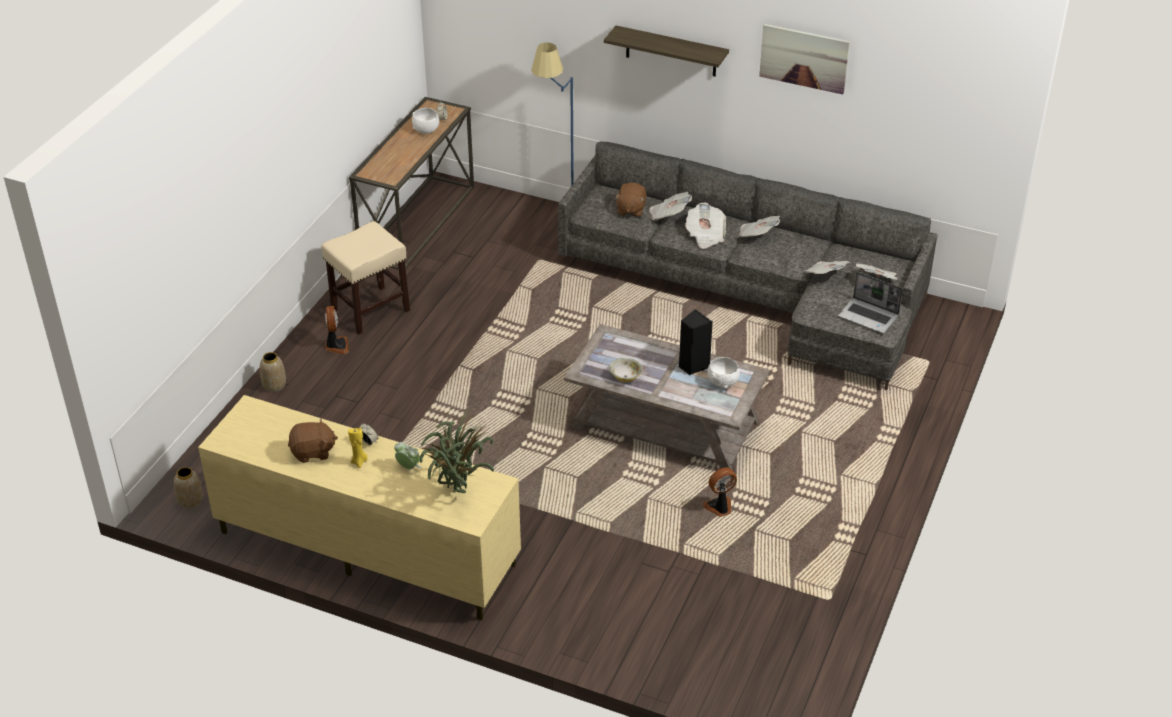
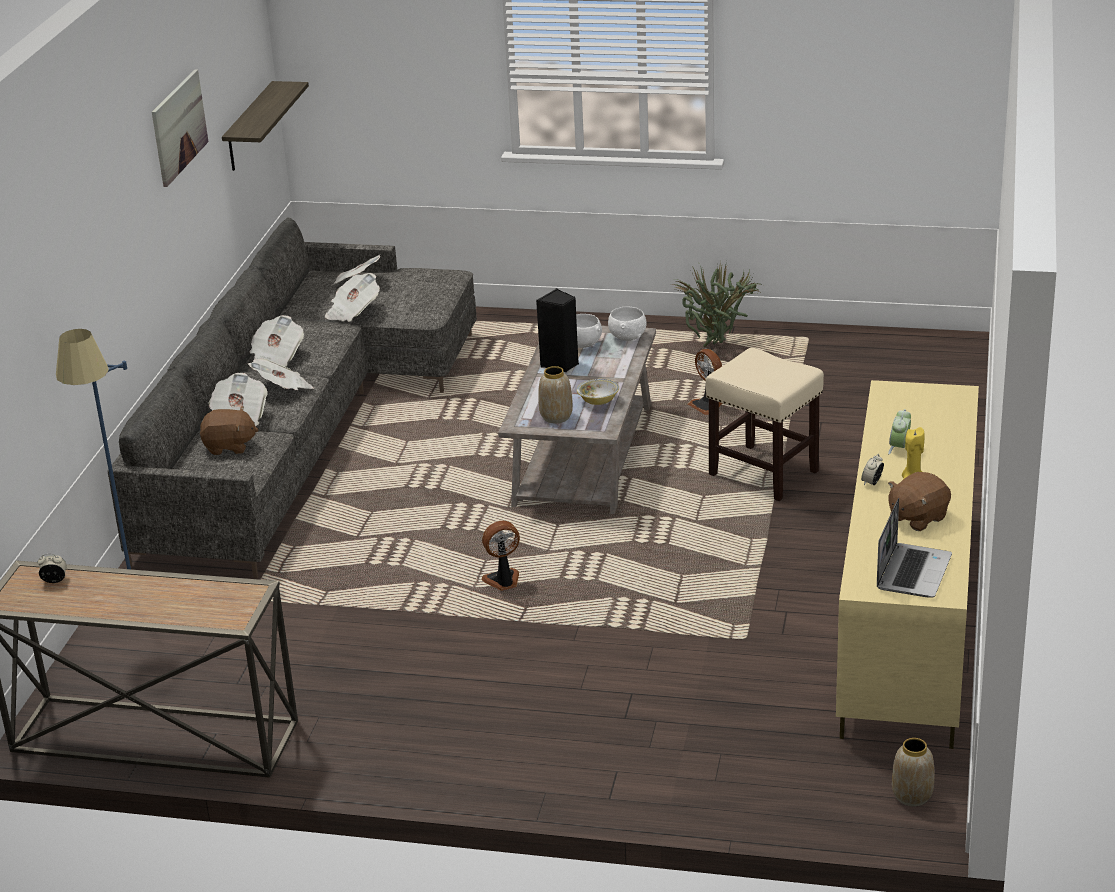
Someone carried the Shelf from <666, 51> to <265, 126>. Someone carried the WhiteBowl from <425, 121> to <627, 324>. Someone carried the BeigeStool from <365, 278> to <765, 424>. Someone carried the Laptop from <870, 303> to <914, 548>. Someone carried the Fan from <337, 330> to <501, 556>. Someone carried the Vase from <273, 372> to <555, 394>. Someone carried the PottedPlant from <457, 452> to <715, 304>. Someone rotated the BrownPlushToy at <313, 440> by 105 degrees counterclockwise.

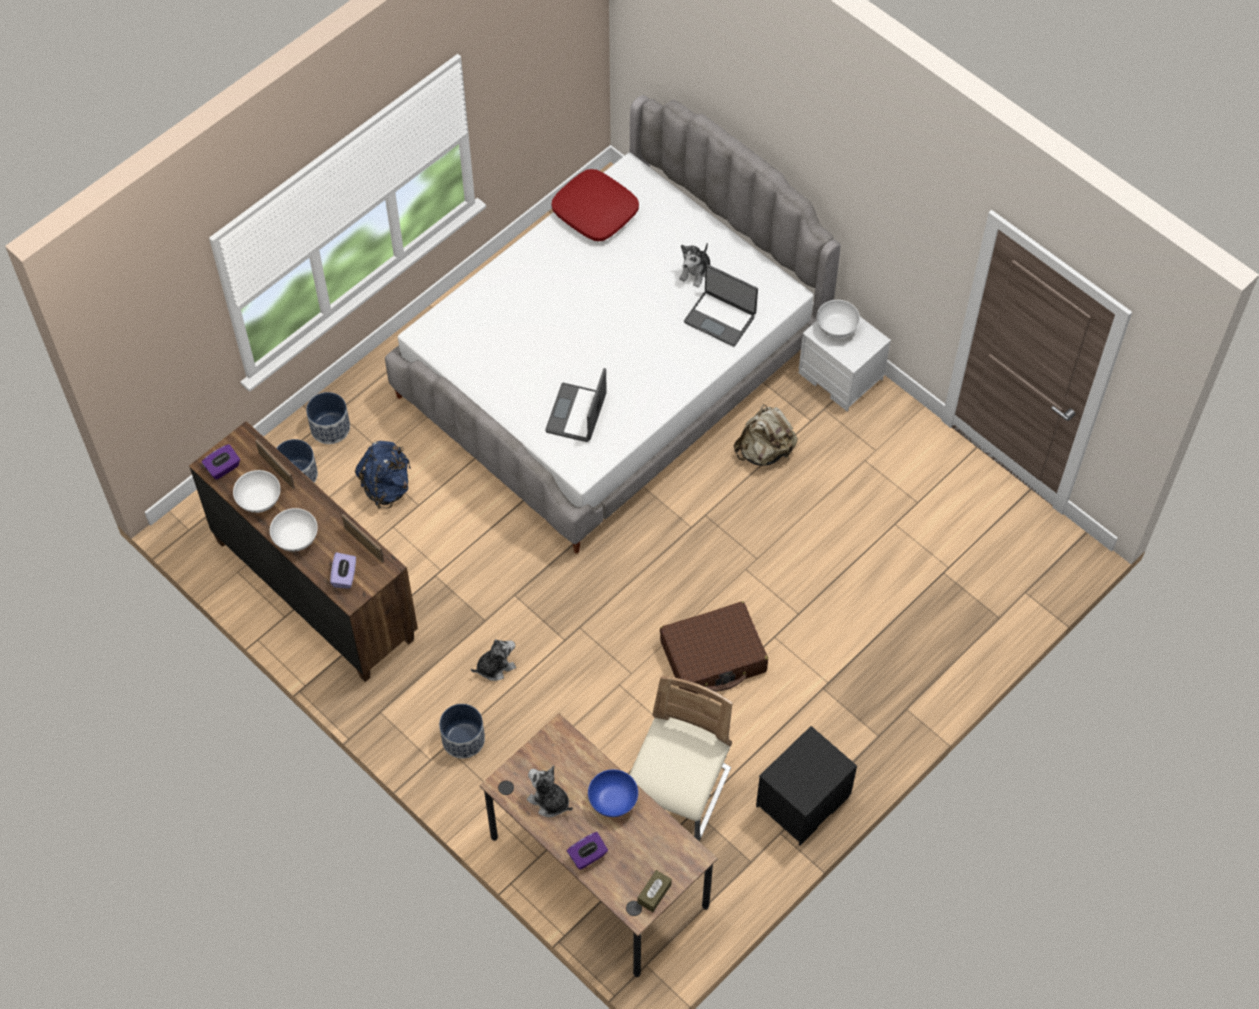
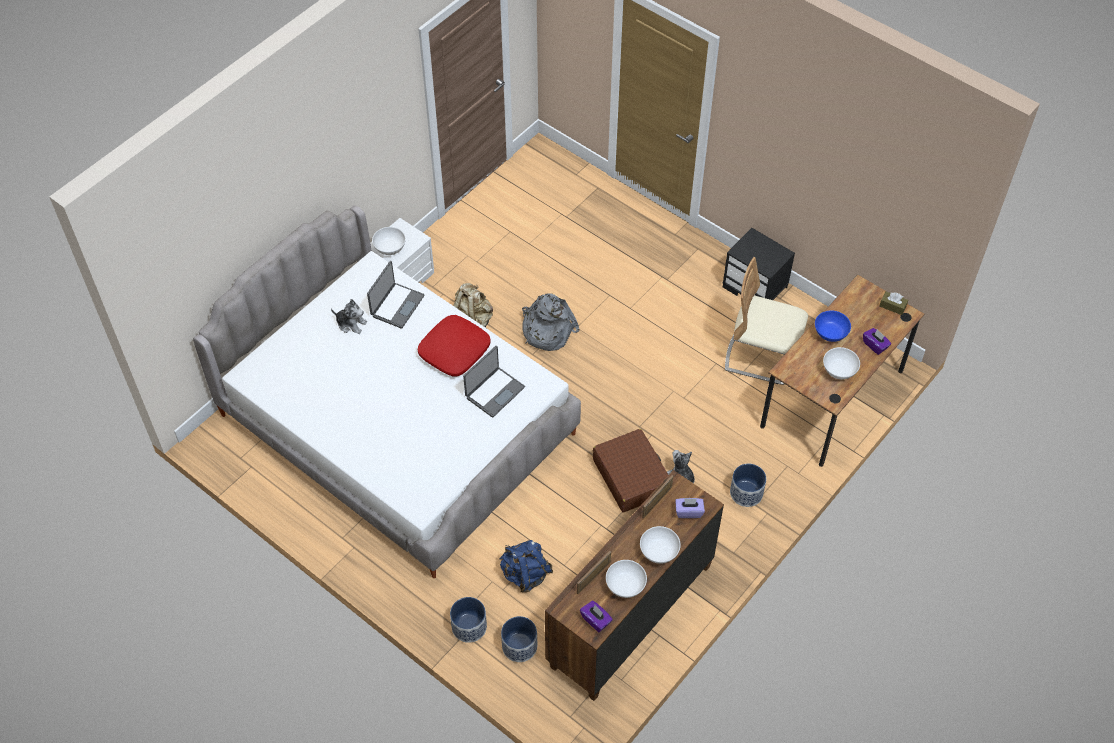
Someone carried the RedPillow from <595, 205> to <454, 345>. Someone rotated the Laptop at <576, 405> by 60 degrees counterclockwise. Someone carried the BrownSuitcase from <714, 647> to <630, 470>. Someone swapped the PlushToy at <550, 791> for the WhiteBowl at <841, 363>. Someone put down the GreyBackpack at <551, 322>.

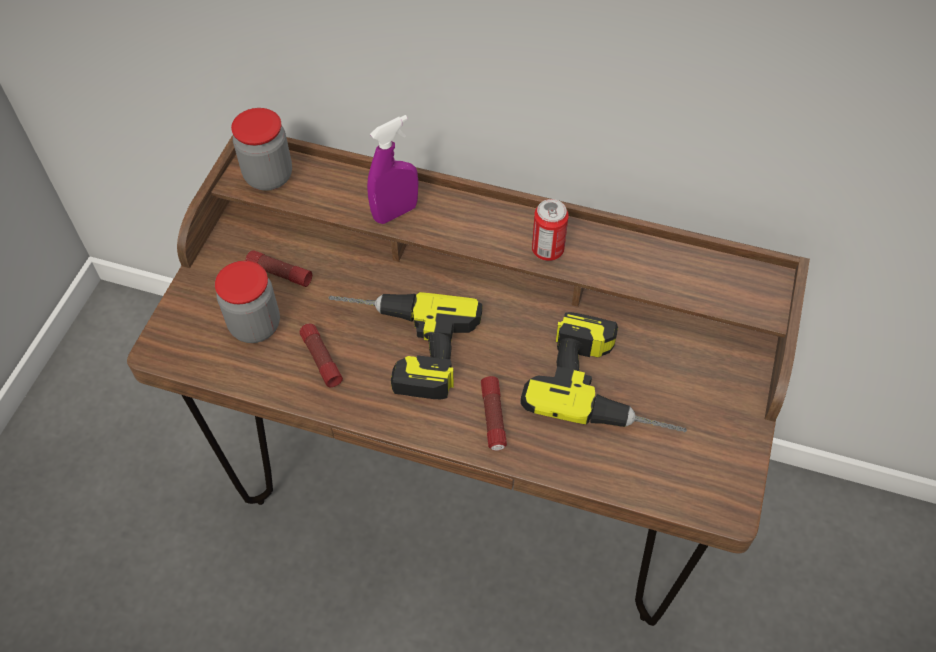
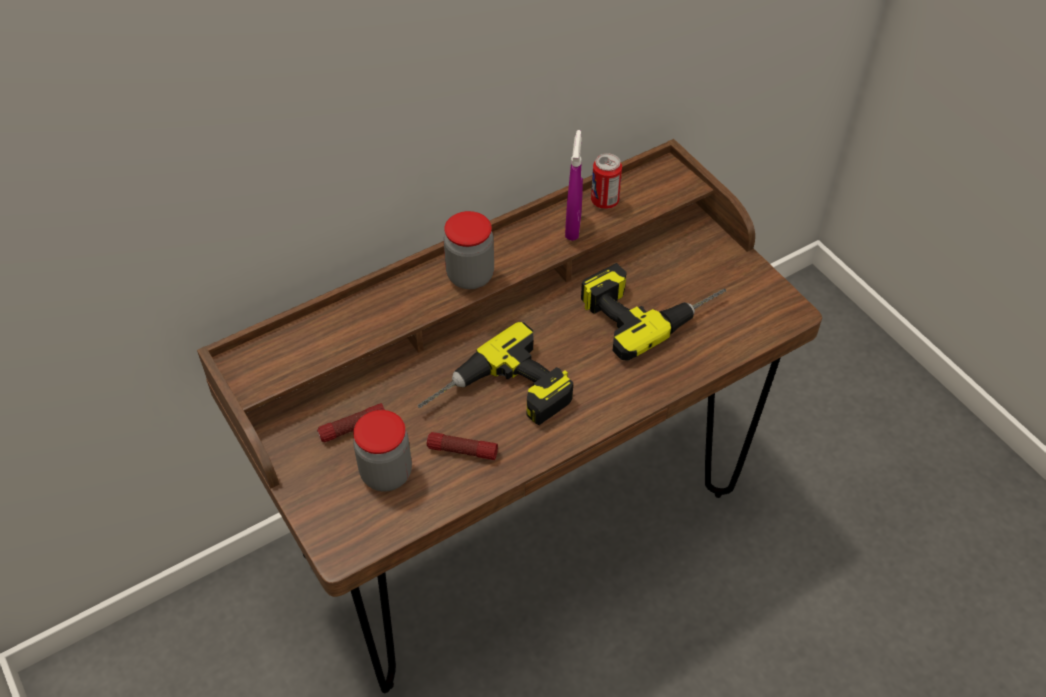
Someone carried the Jar from <261, 149> to <469, 250>. Someone carried the PurpleSprayBottle from <392, 169> to <574, 185>. Someone carried the Can from <550, 230> to <606, 181>. Someone took away the Flashlight at <494, 413>.

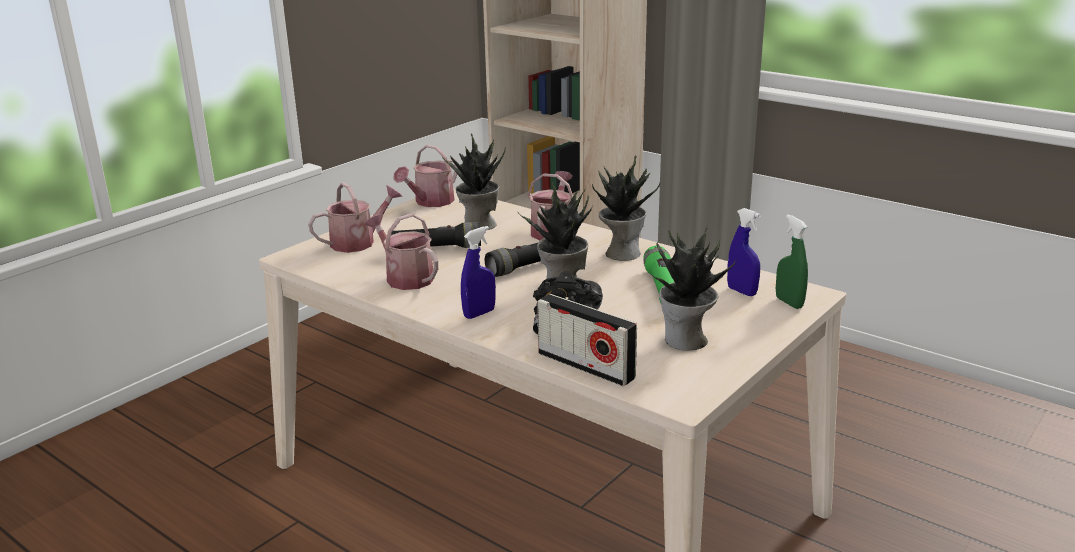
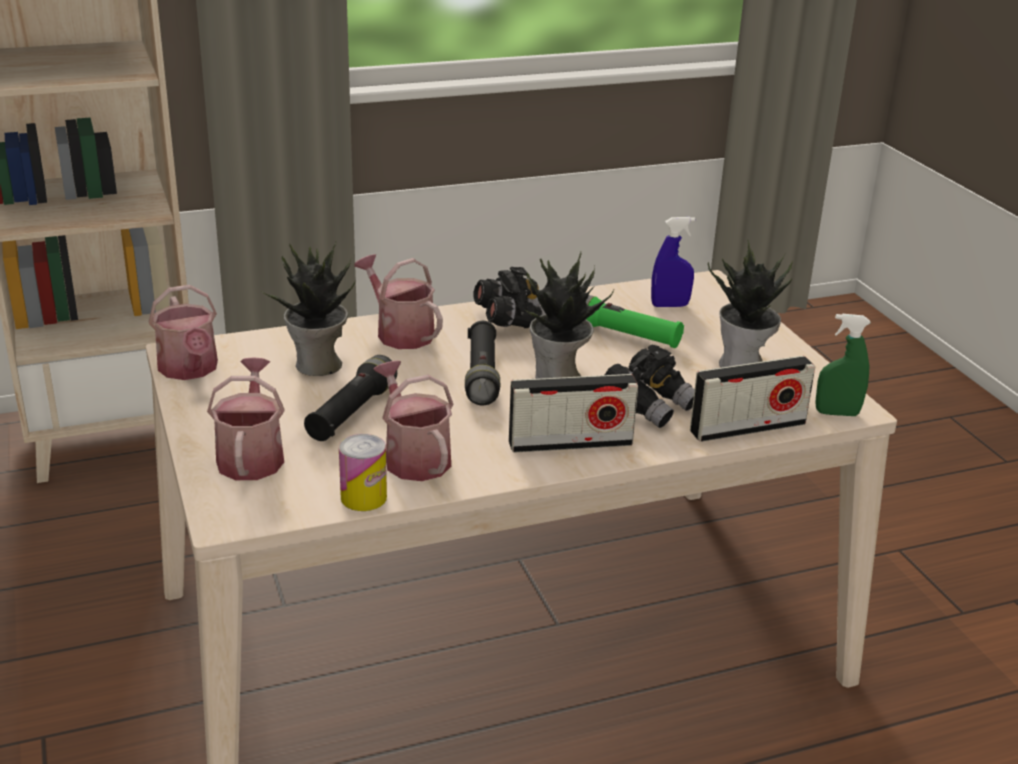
Someone swapped the PottedPlant at <626, 208> for the BlackBinoculars at <509, 297>. Someone rotated the WateringCan at <401, 251> by 75 degrees clockwise. Someone carried the GreenSprayBottle from <792, 262> to <843, 365>. Someone swapped the BlueSprayBottle at <478, 272> for the Radio at <573, 413>. Someone put down the Can at <363, 472>.

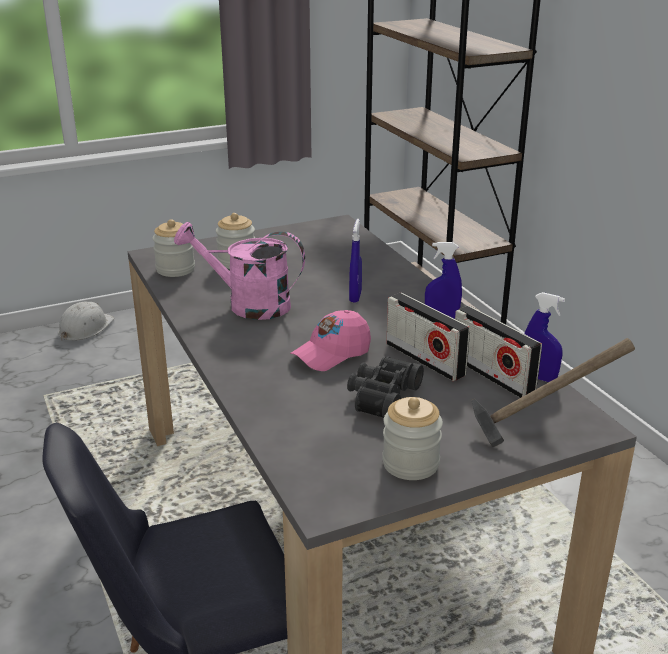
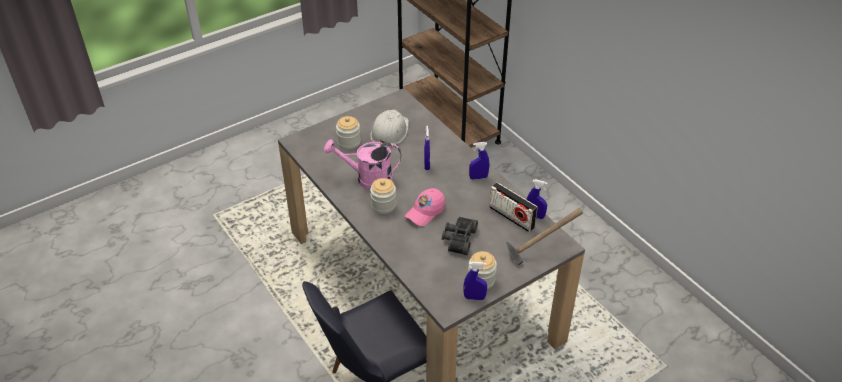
Someone carried the Jar from <173, 248> to <383, 196>. Someone took away the Radio at <428, 337>. Someone carried the WhiteHardHat from <86, 321> to <389, 127>. Someone put down the BlueSprayBottle at <475, 281>.

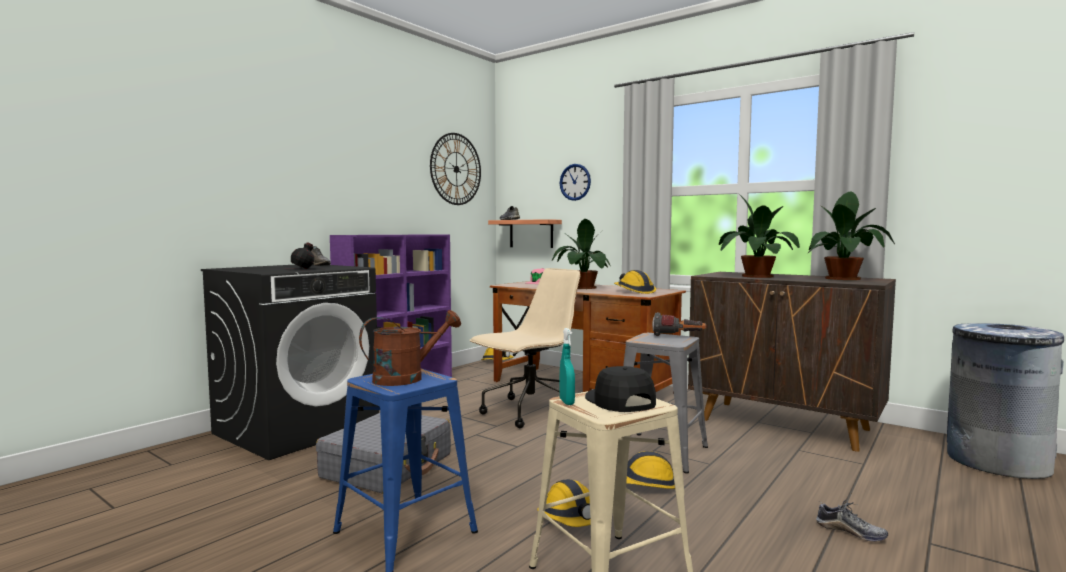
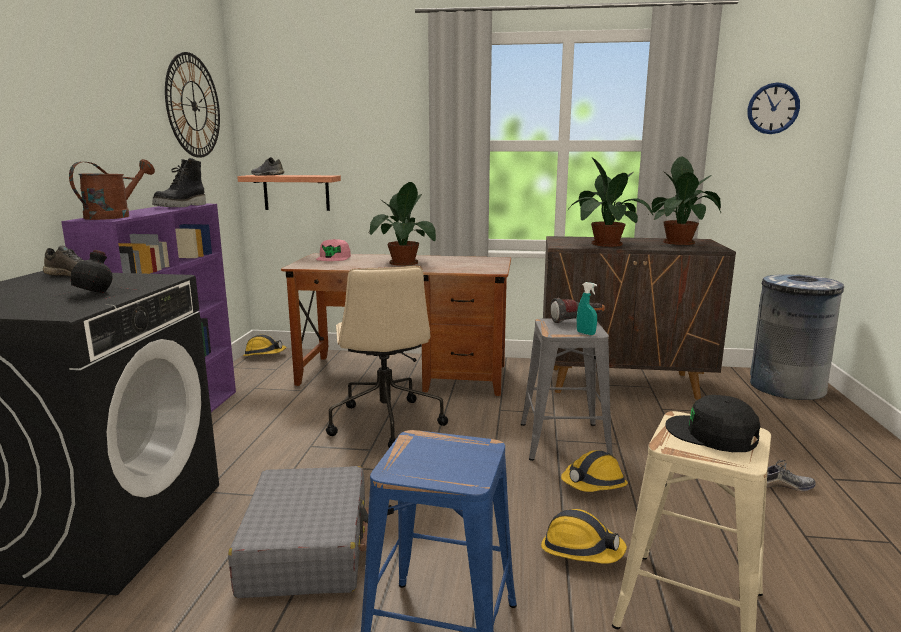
Someone carried the WallClock from <575, 182> to <773, 108>. Someone rotated the BeigeOfficeChair at <525, 348> by 150 degrees clockwise. Someone took away the HardHat at <635, 282>. Someone carried the BrownWateringCan from <410, 348> to <112, 189>. Someone carried the TurquoiseSprayBottle from <567, 366> to <587, 308>. Someone put down the BlackBoot at <179, 182>.

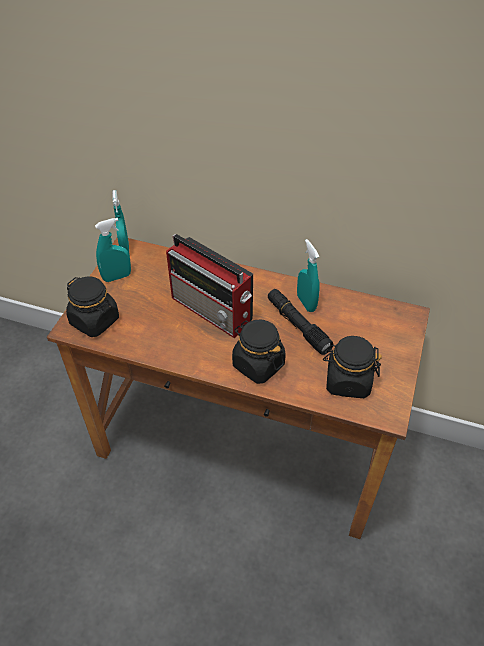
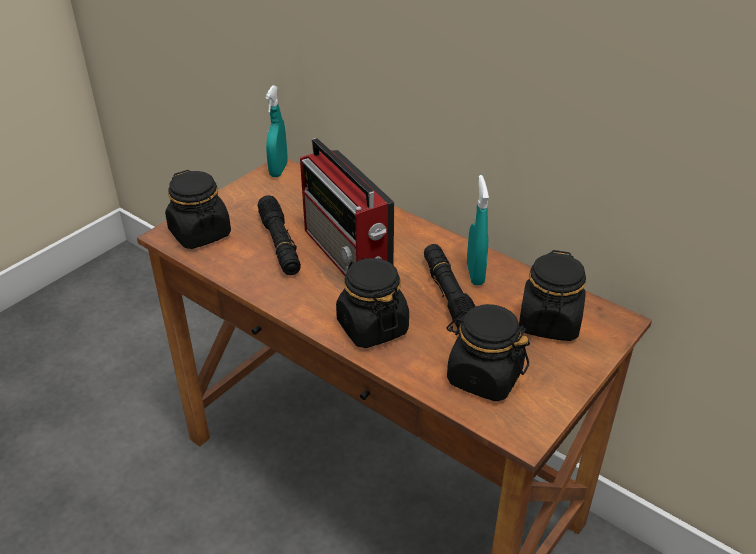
Someone took away the TurquoiseSprayBottle at <113, 250>. Someone put down the BlackFlashlight at <279, 235>. Someone put down the BlackJar at <552, 295>.

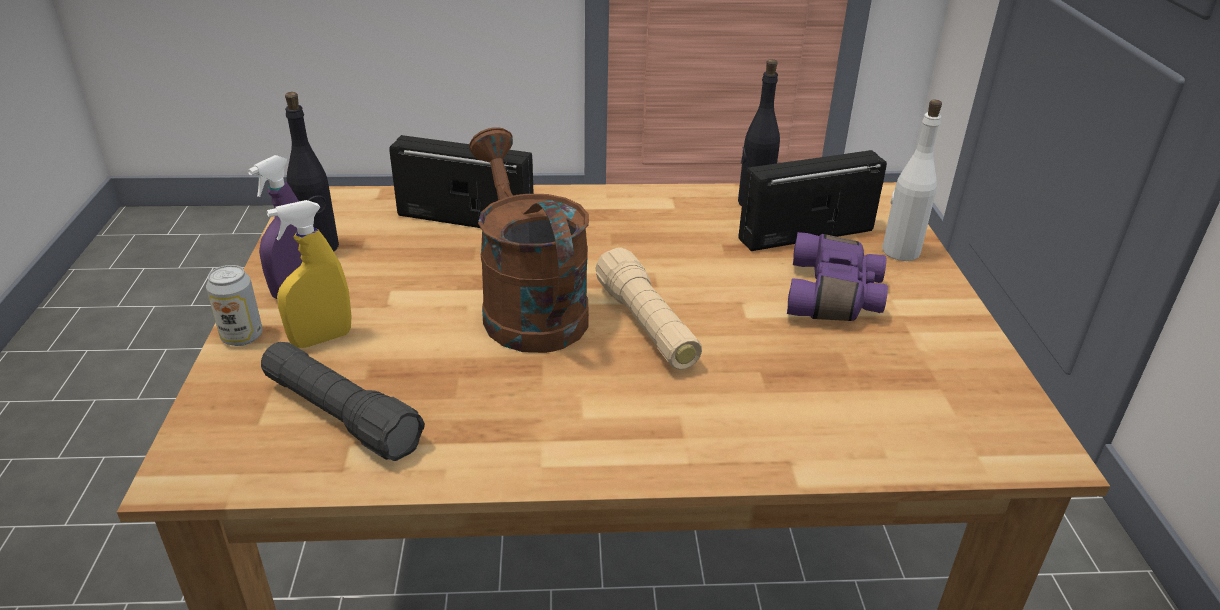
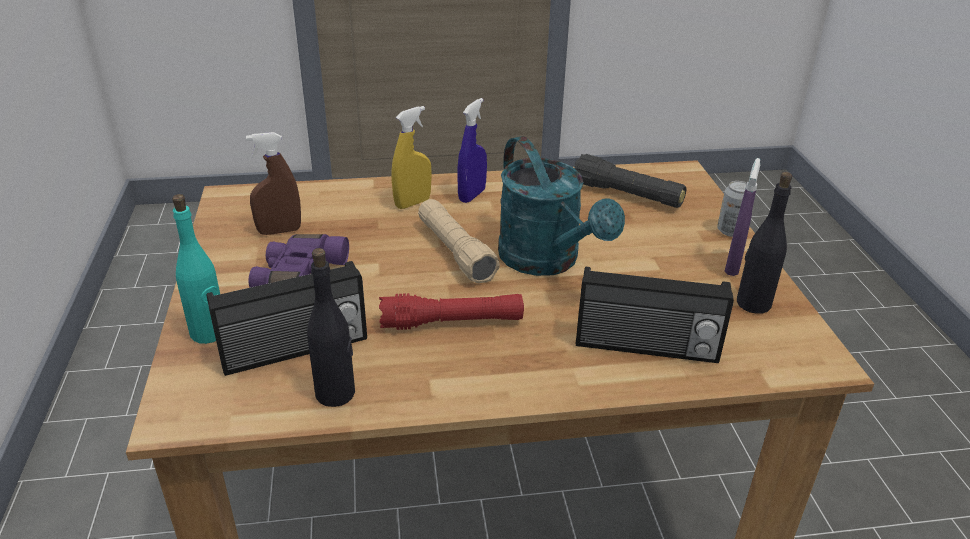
Someone repainted the WhiteBottle at <912, 180>, which became the TurquoiseBottle at <196, 269>. Someone repainted the BrownWateringCan at <529, 240>, which became the TurquoiseWateringCan at <561, 206>. Someone carried the YellowSprayBottle from <309, 274> to <412, 157>. Someone put down the BlueSprayBottle at <472, 150>. Someone put down the BrownSprayBottle at <273, 183>. Someone put down the RedFlashlight at <451, 311>.

